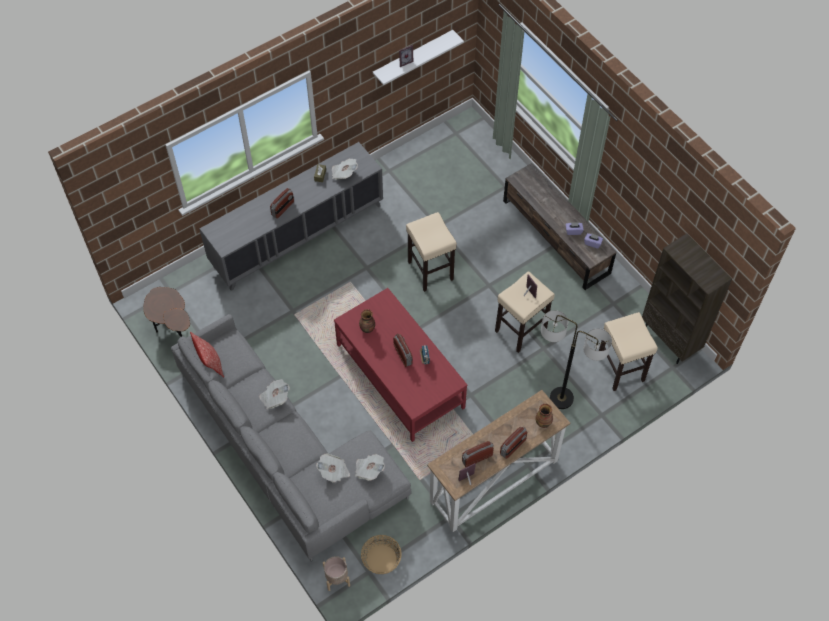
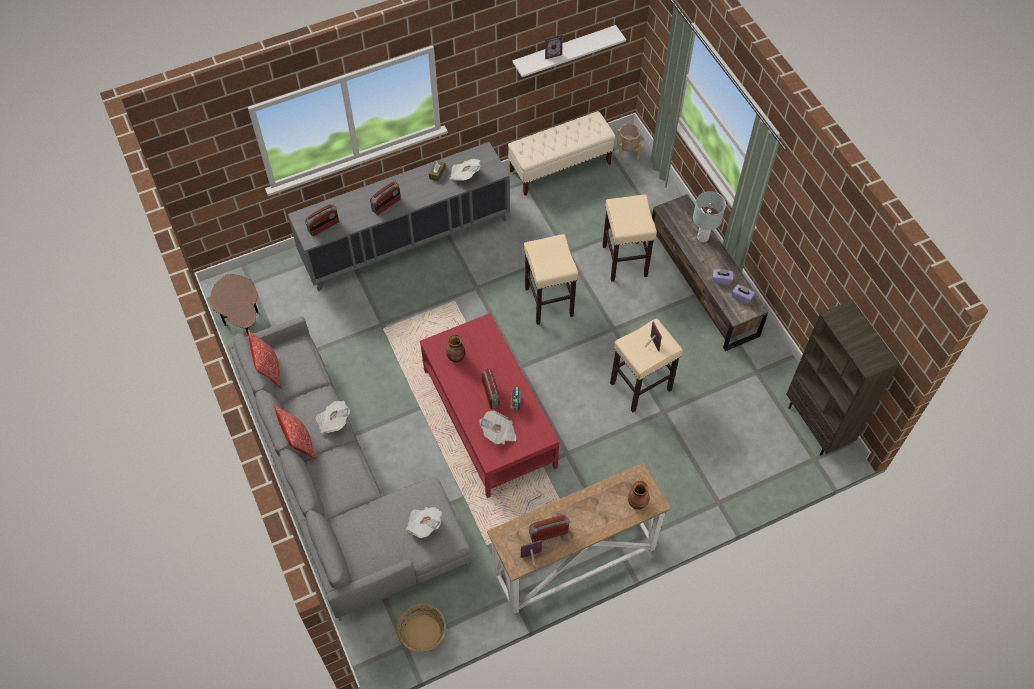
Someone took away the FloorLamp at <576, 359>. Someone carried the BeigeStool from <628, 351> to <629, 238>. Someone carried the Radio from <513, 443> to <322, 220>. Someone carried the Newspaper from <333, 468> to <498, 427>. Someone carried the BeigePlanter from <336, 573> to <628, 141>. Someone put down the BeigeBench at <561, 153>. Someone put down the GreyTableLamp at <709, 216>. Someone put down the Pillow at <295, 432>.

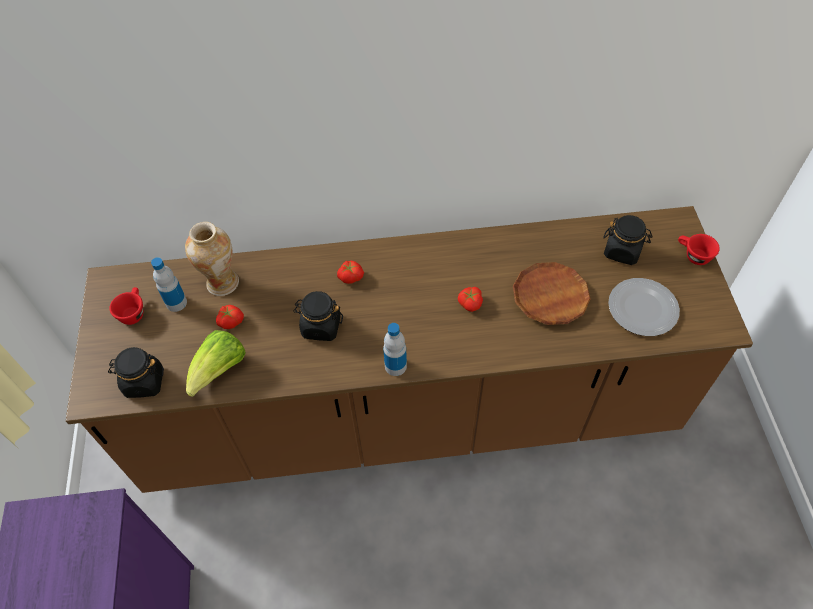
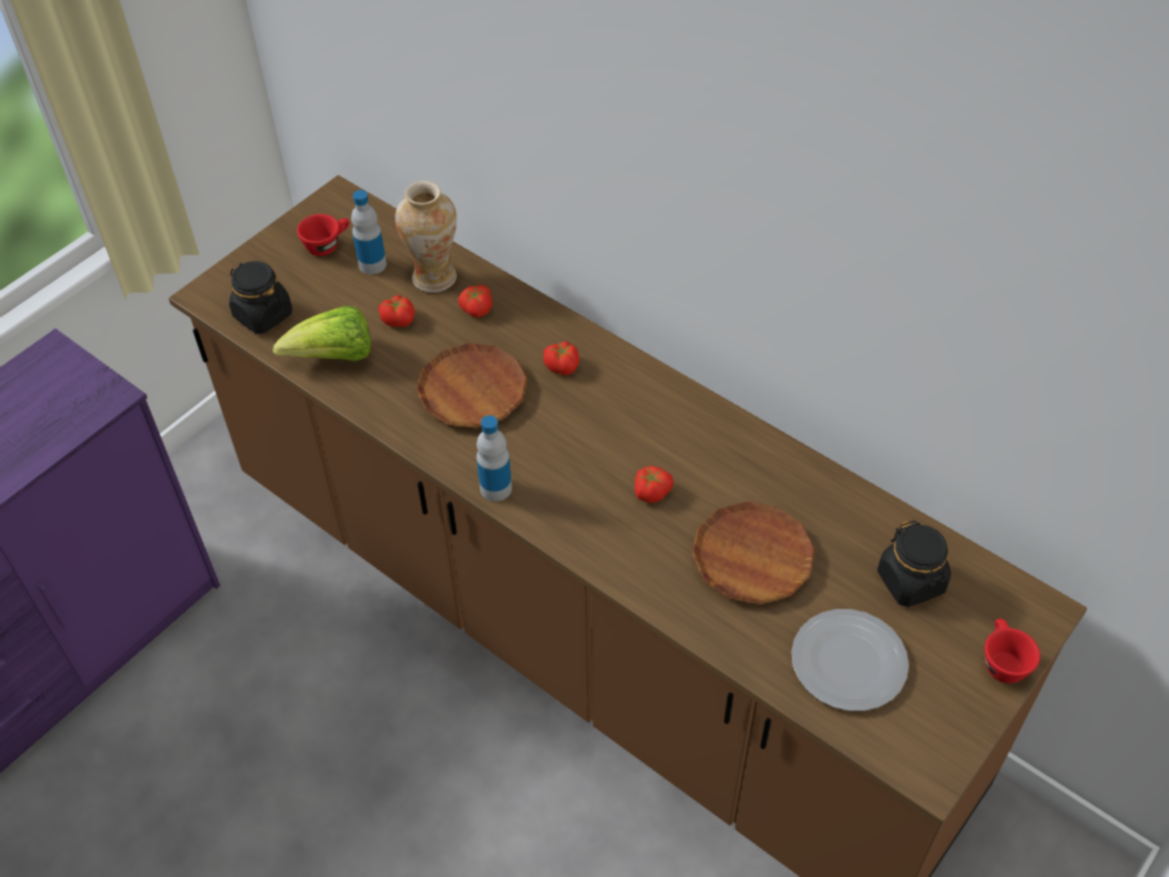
Someone swapped the BlackJar at <318, 316> for the BrownPlate at <472, 385>. Someone put down the Tomato at <475, 301>.

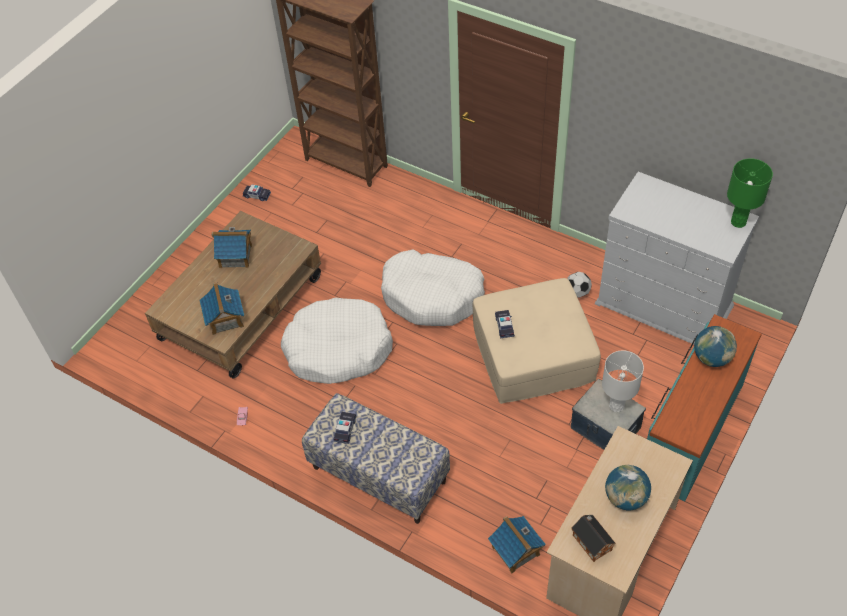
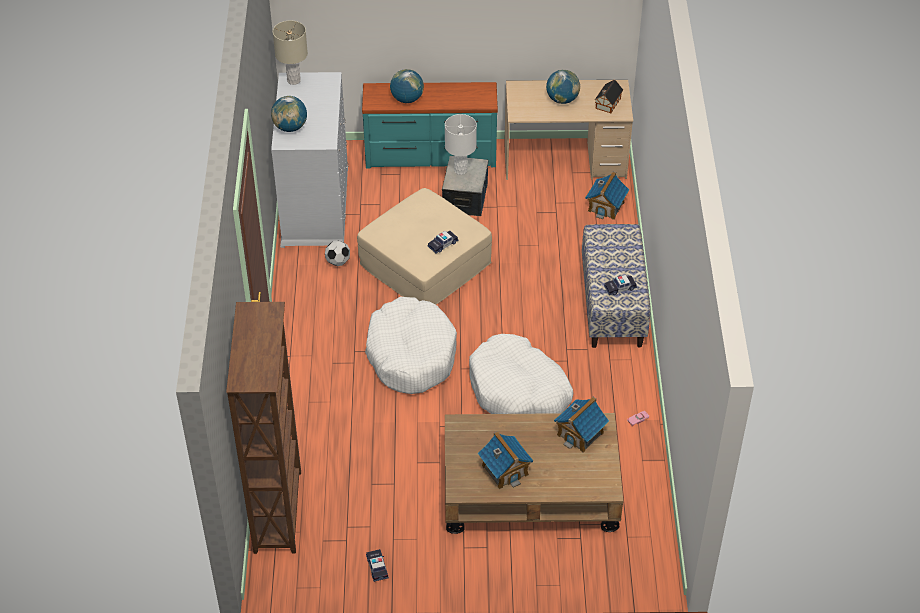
Someone repainted the GreenTableLamp at <750, 193>, which became the BeigeTableLamp at <290, 52>. Someone put down the Globe at <289, 114>.

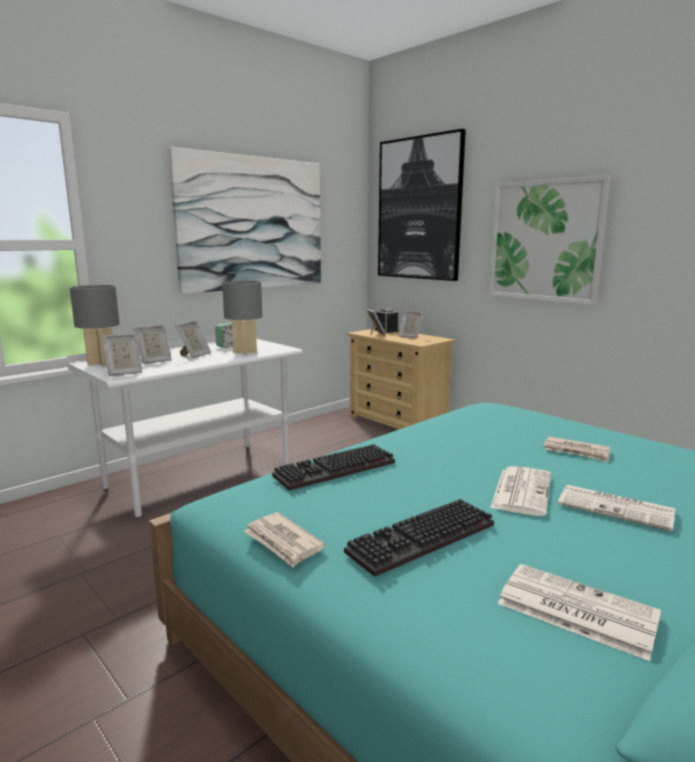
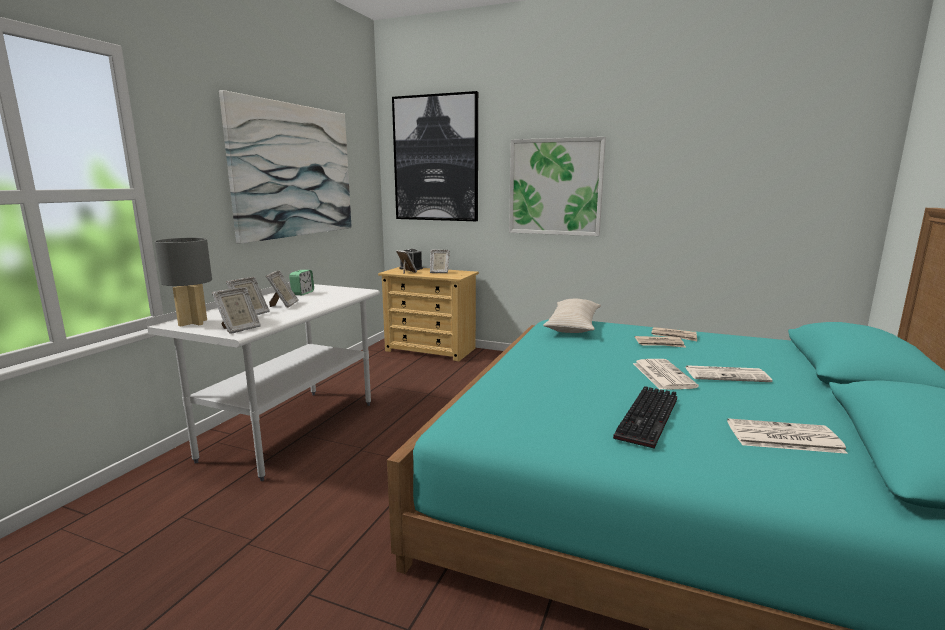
Someone took away the GreyTableLamp at <242, 318>. Someone took away the Keyboard at <333, 467>. Someone carried the Newspaper from <284, 539> to <674, 334>. Someone put down the BeigePillow at <572, 316>.

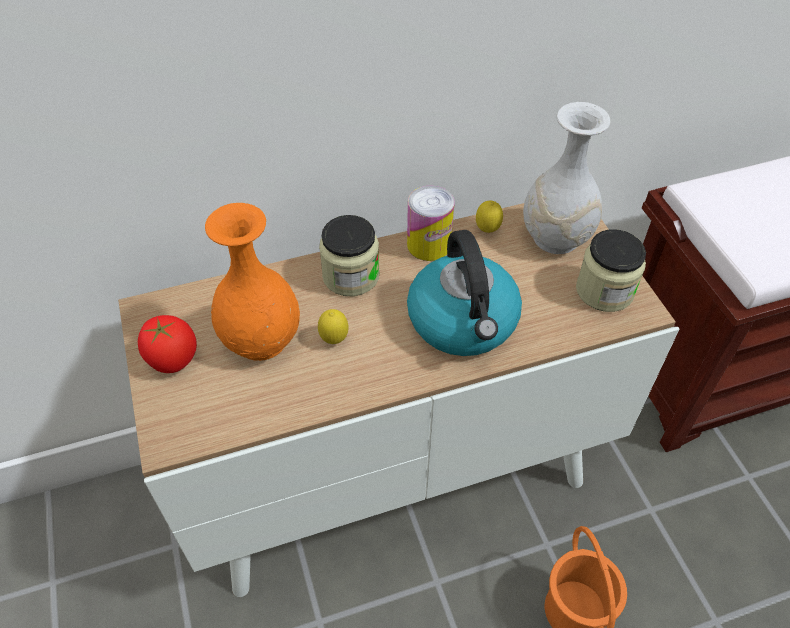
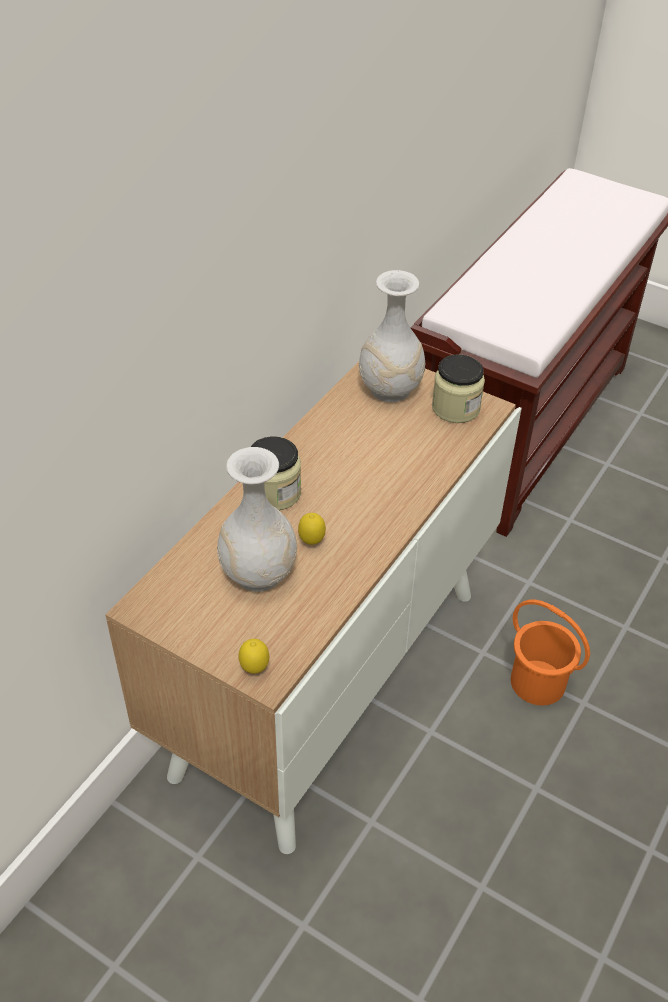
Someone took away the Can at <431, 223>. Someone carried the Lemon from <489, 217> to <254, 656>. Someone repainted the OrangeVase at <252, 282>, which became the WhiteVase at <257, 519>. Someone took away the Kettle at <464, 293>. Someone took away the Tomato at <167, 344>.

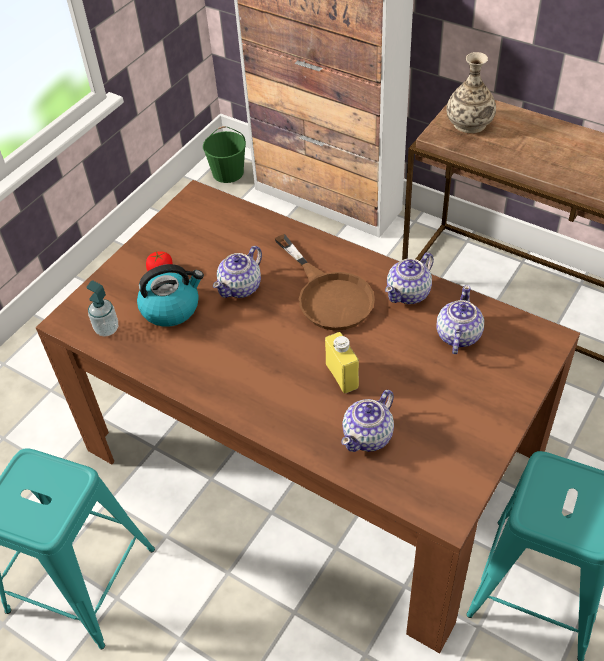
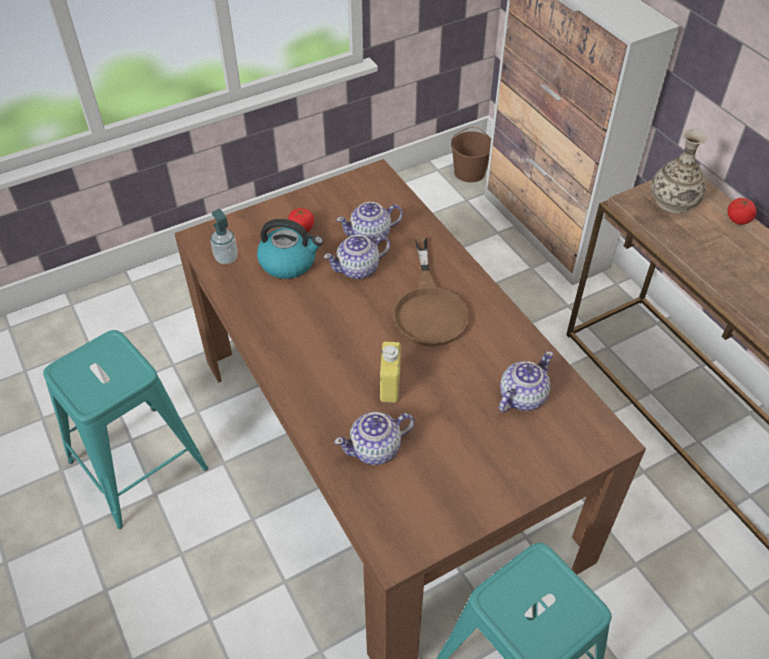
Someone repainted the GreenBucket at <224, 154>, which became the BrownBucket at <471, 154>. Someone carried the Teapot from <409, 278> to <370, 222>. Someone put down the Tomato at <742, 211>.

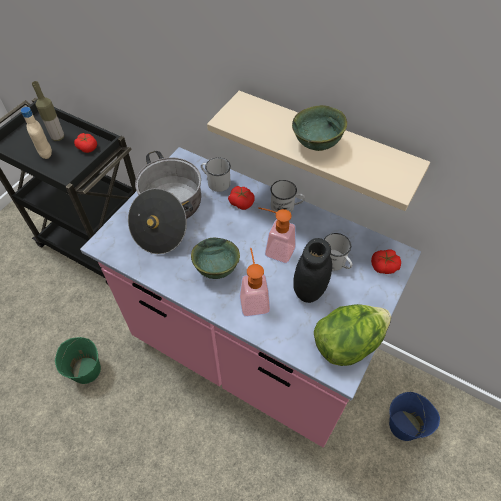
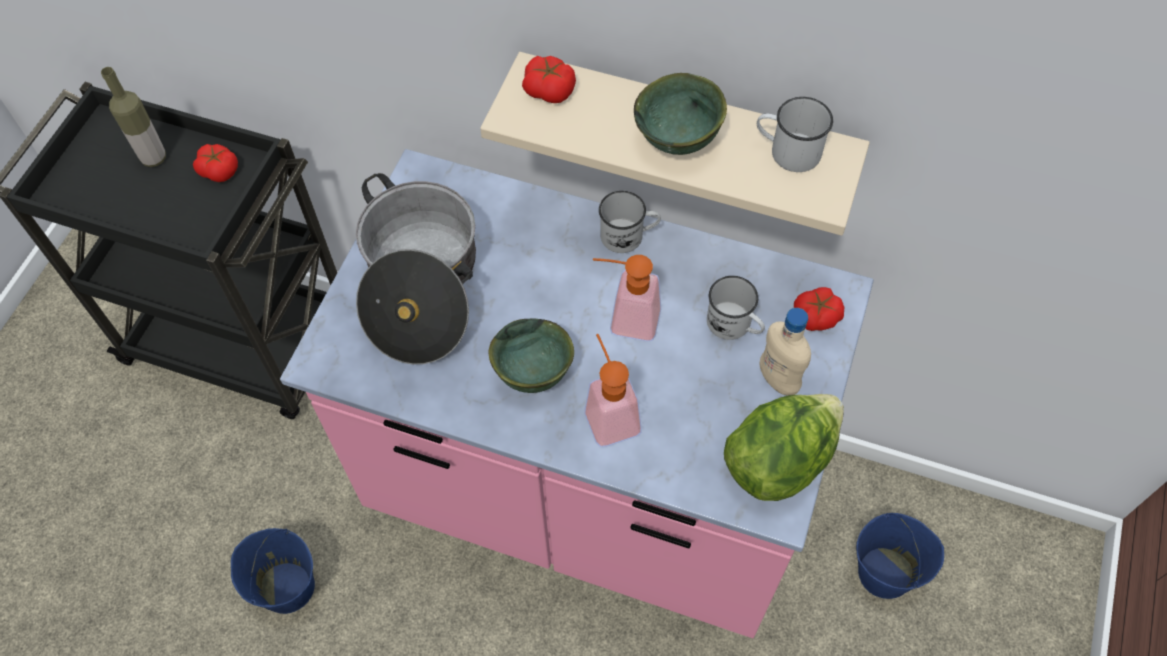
Someone carried the BeigeBottle from <36, 133> to <785, 351>. Someone carried the WhiteMug from <216, 174> to <795, 134>. Someone carried the Tomato from <241, 198> to <549, 79>. Someone took away the BlackJar at <312, 270>. Someone repainted the GreenBucket at <78, 360>, which became the BlueBucket at <273, 571>.

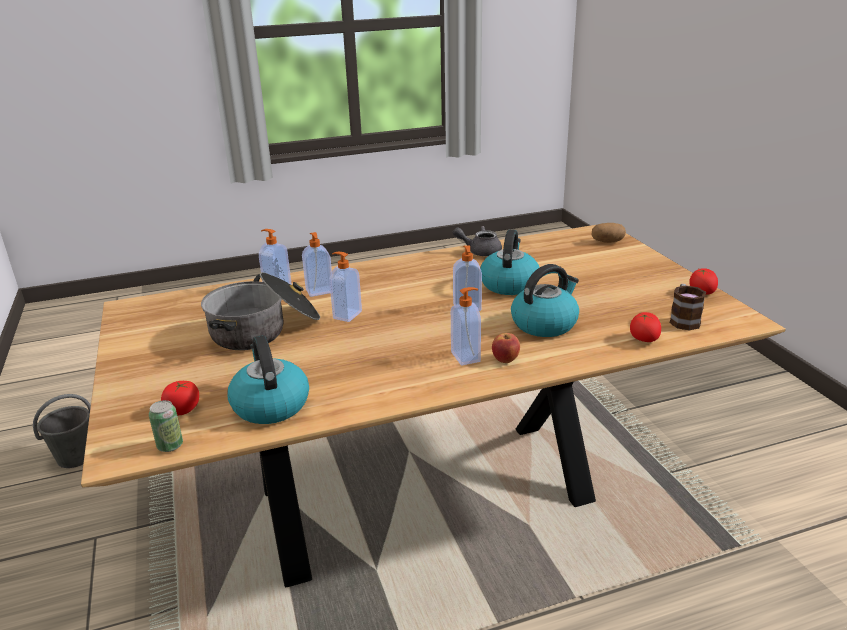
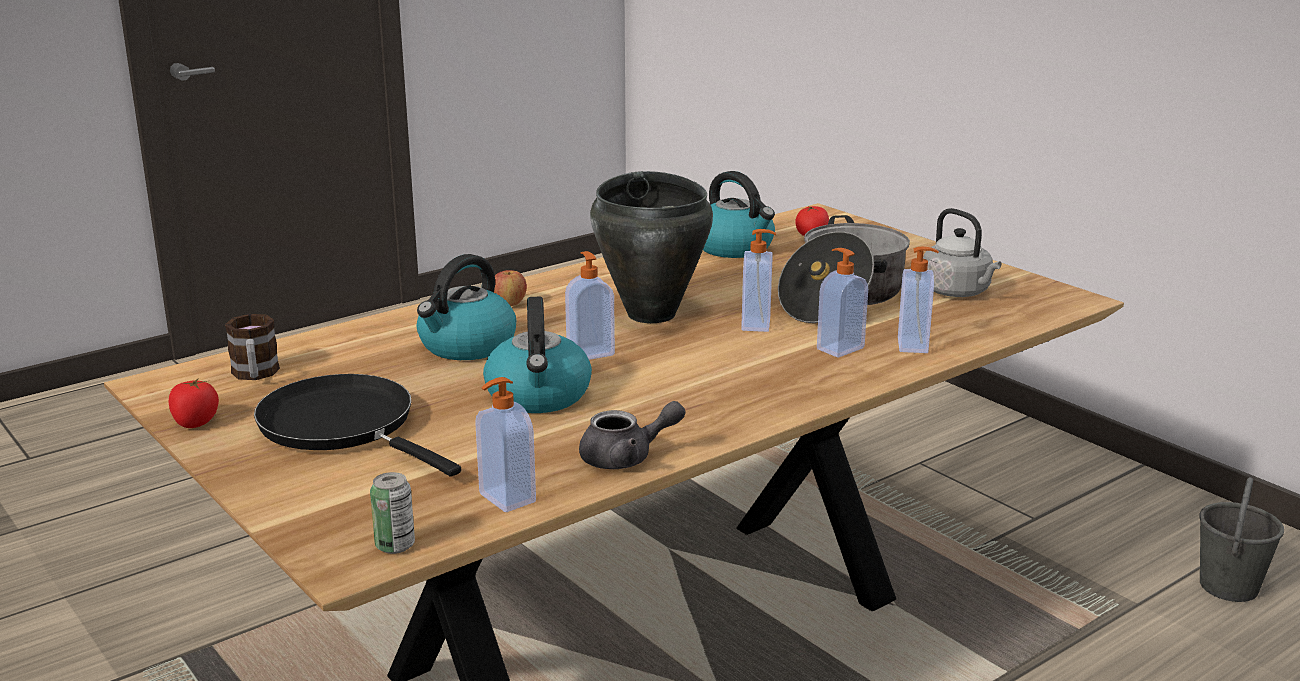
Someone took away the Potato at <608, 233>. Someone carried the SoapDispenser from <466, 326> to <505, 444>. Someone took away the Tomato at <645, 327>. Someone carried the Can from <166, 426> to <392, 513>. Someone put down the BlackCookingPot at <651, 247>. Someone put down the GreyKettle at <962, 252>. Someone put down the BlackFryingPan at <357, 425>.

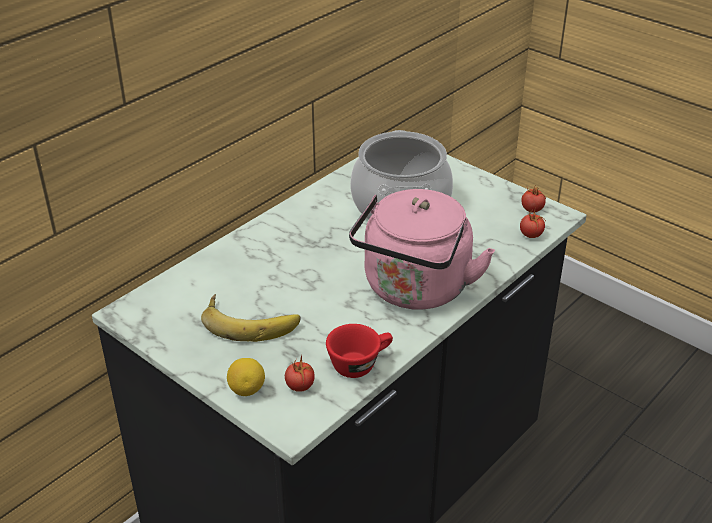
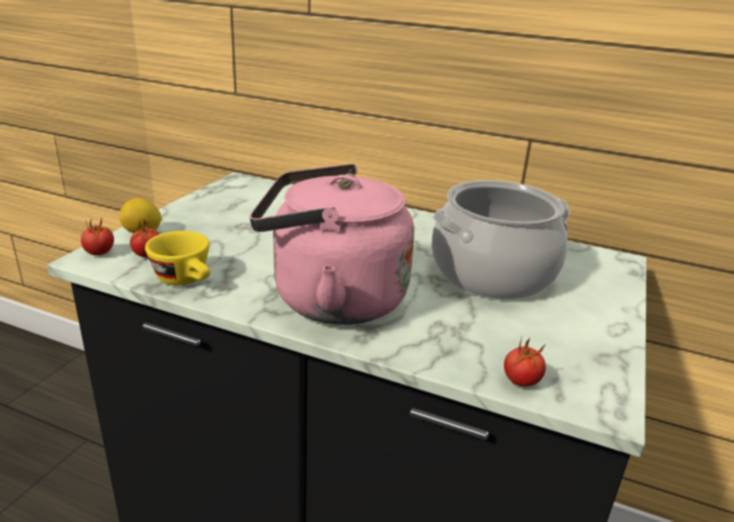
Someone carried the Tomato from <533, 199> to <97, 236>. Someone took away the Banana at <251, 318>. Someone repainted the RedCup at <359, 351>, which became the YellowCup at <177, 258>.

